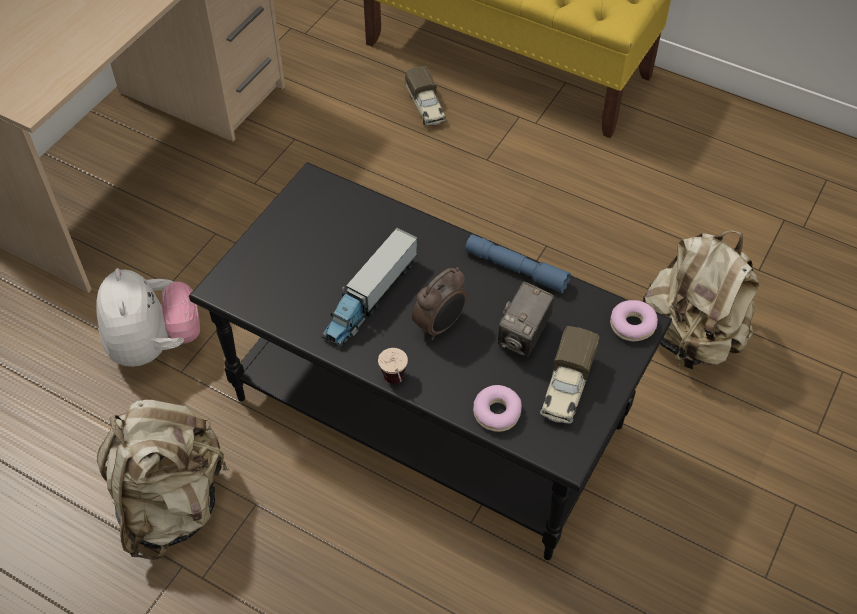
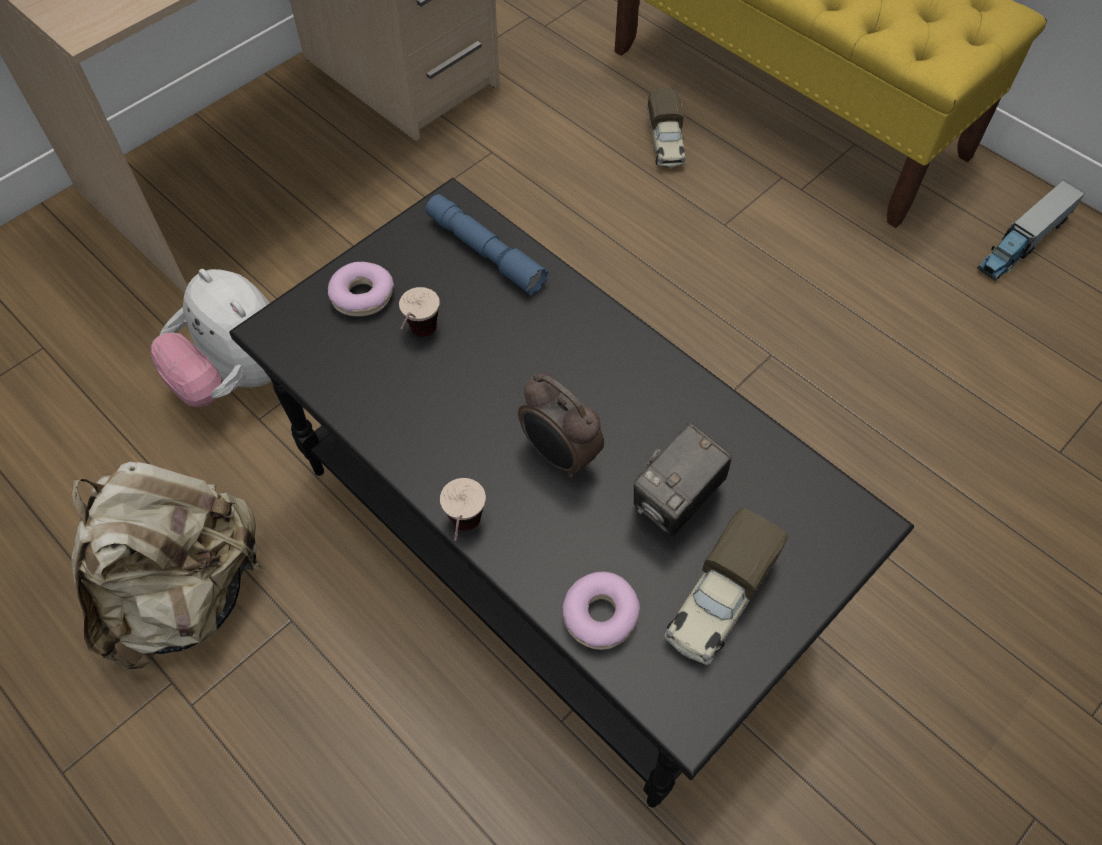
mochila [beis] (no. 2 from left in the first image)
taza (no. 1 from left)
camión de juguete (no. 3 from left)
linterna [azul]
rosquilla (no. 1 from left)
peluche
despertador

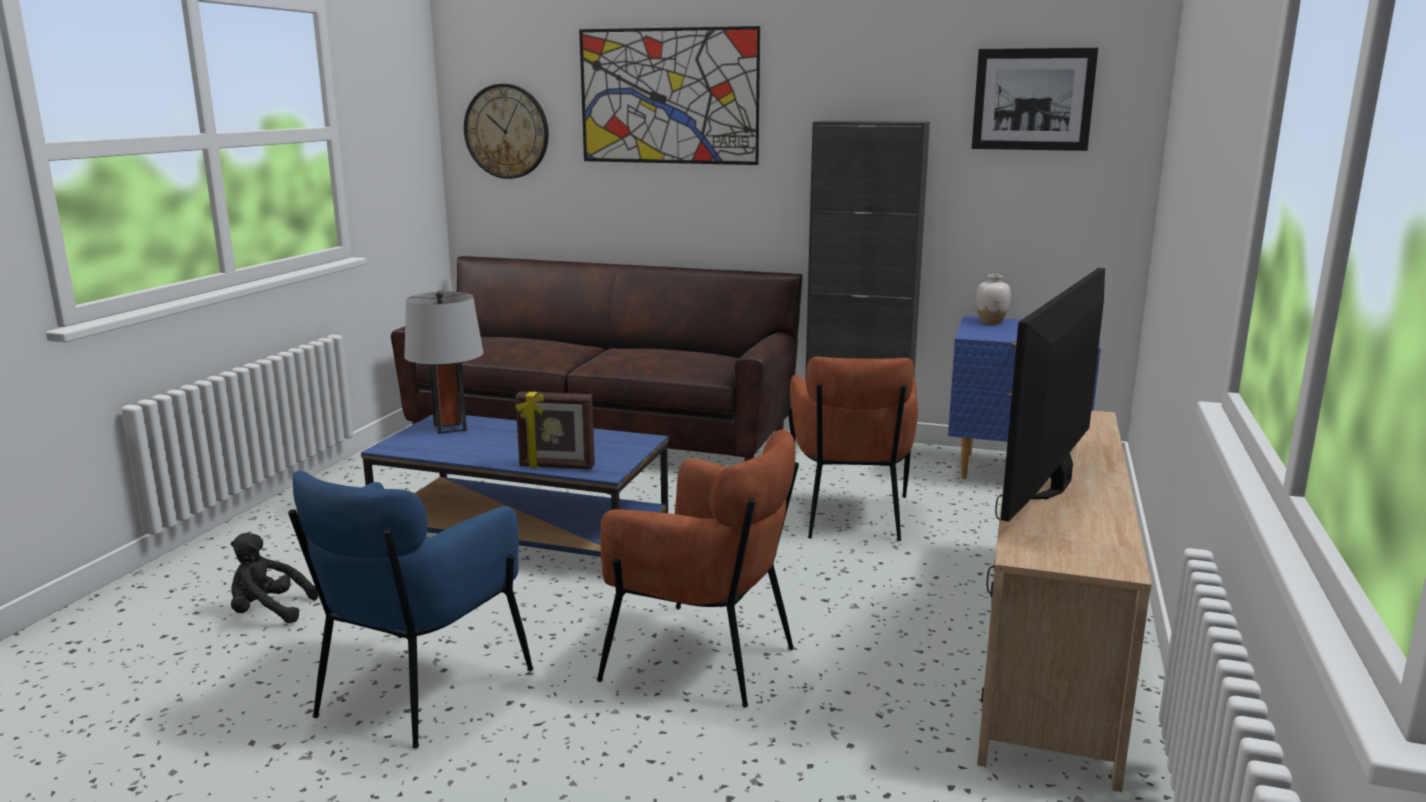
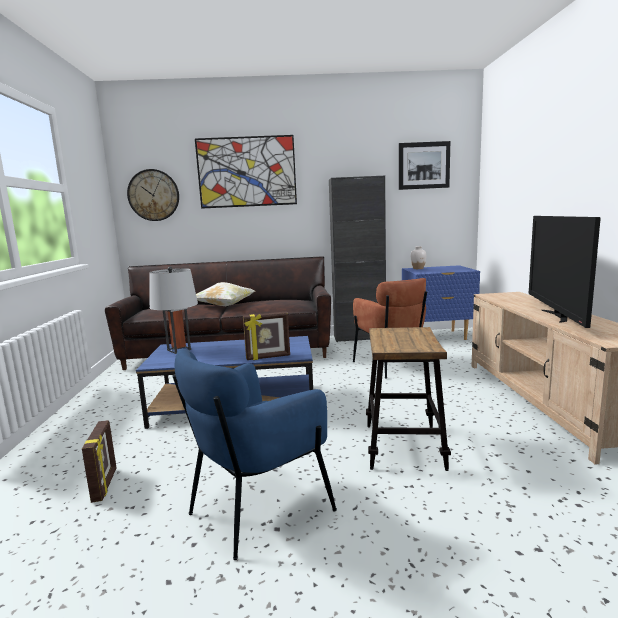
cojín
portarretratos (no. 1 from left)
taburete
sillón [azul]

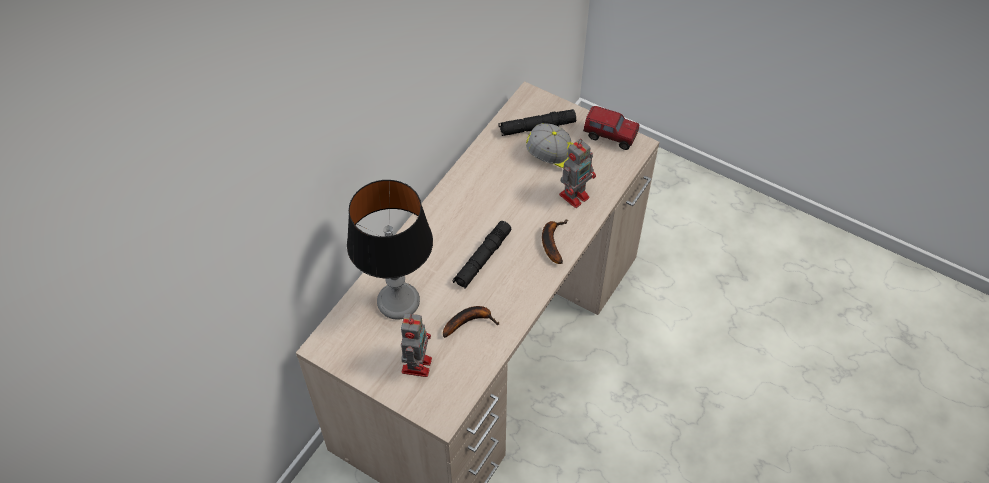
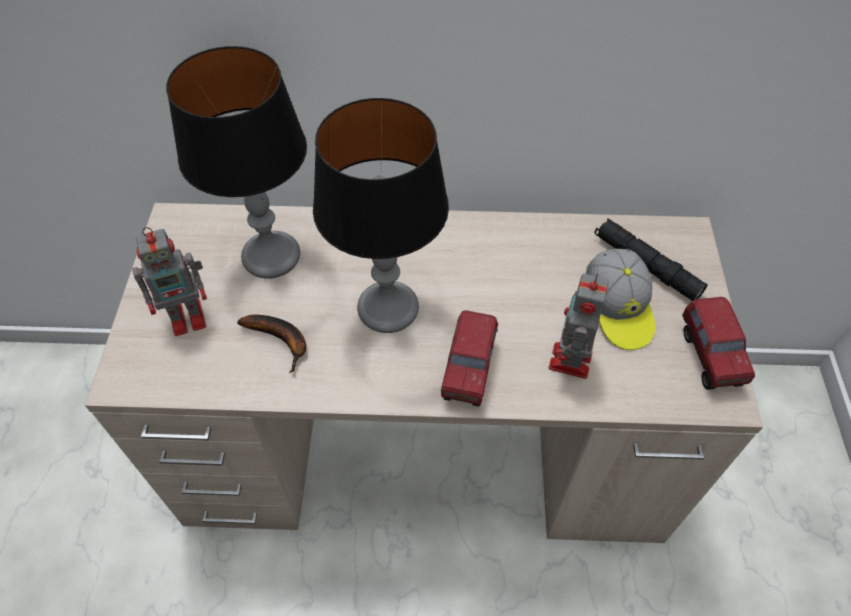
lámpara de mesa (no. 2 from left)
camión de juguete (no. 1 from left)
robot de juguete (no. 2 from left)

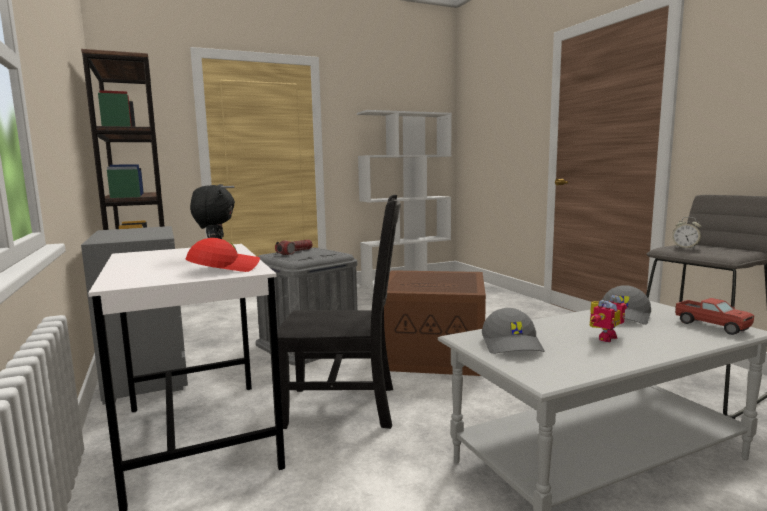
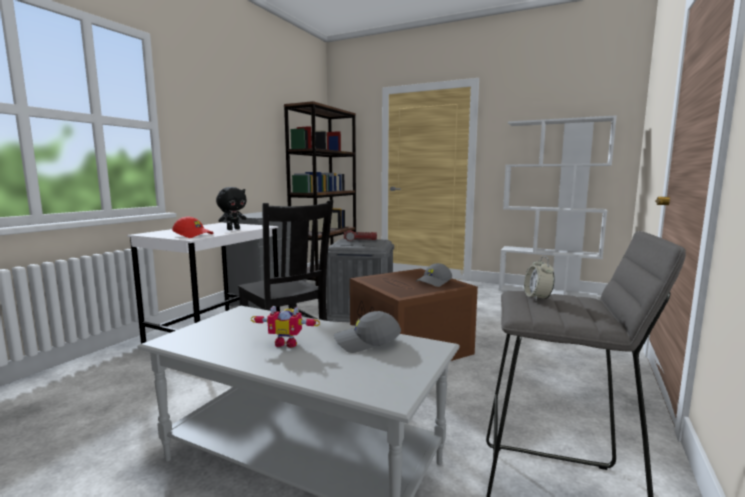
camión de juguete
gorra [gris] (no. 2 from left)

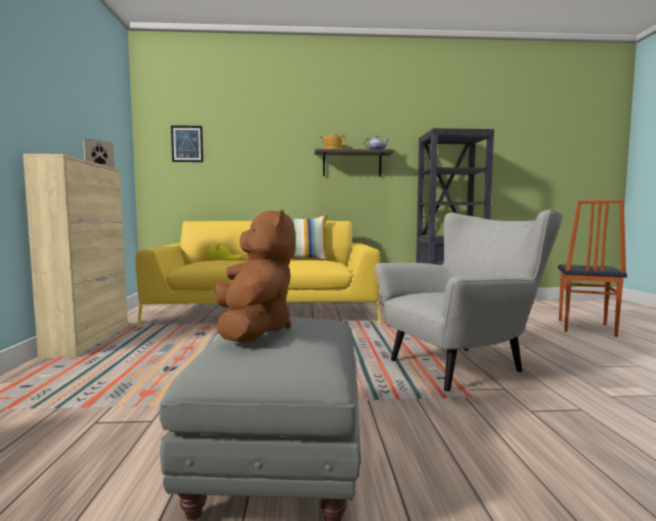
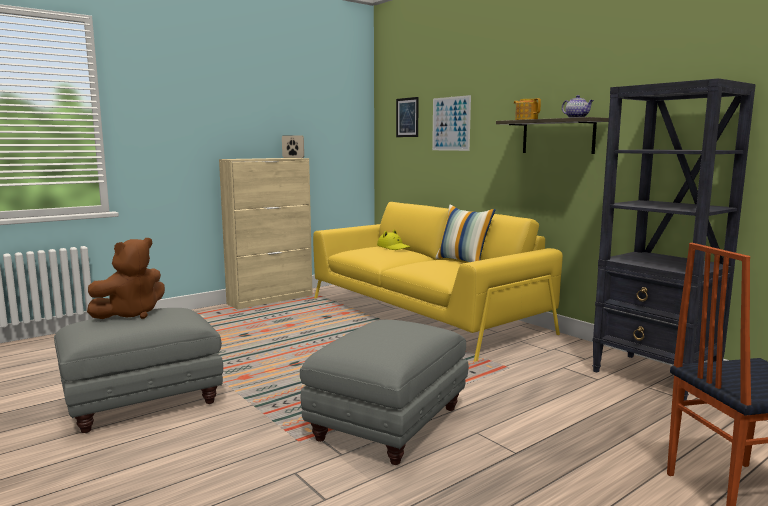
cuadro (no. 2 from left)
puf [gris] (no. 2 from left)

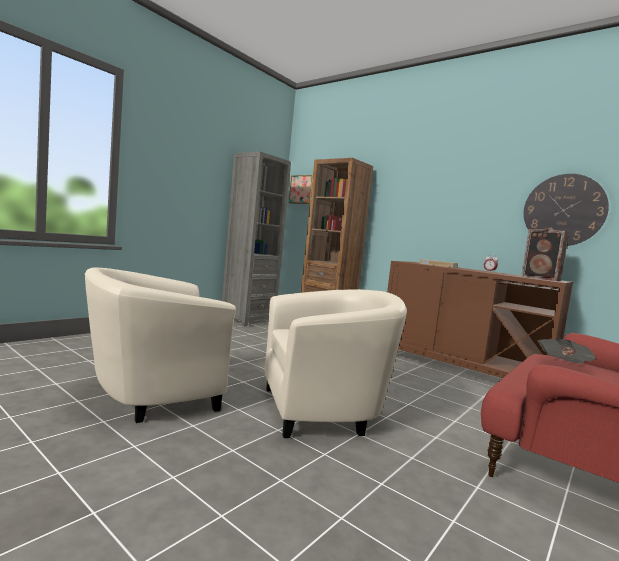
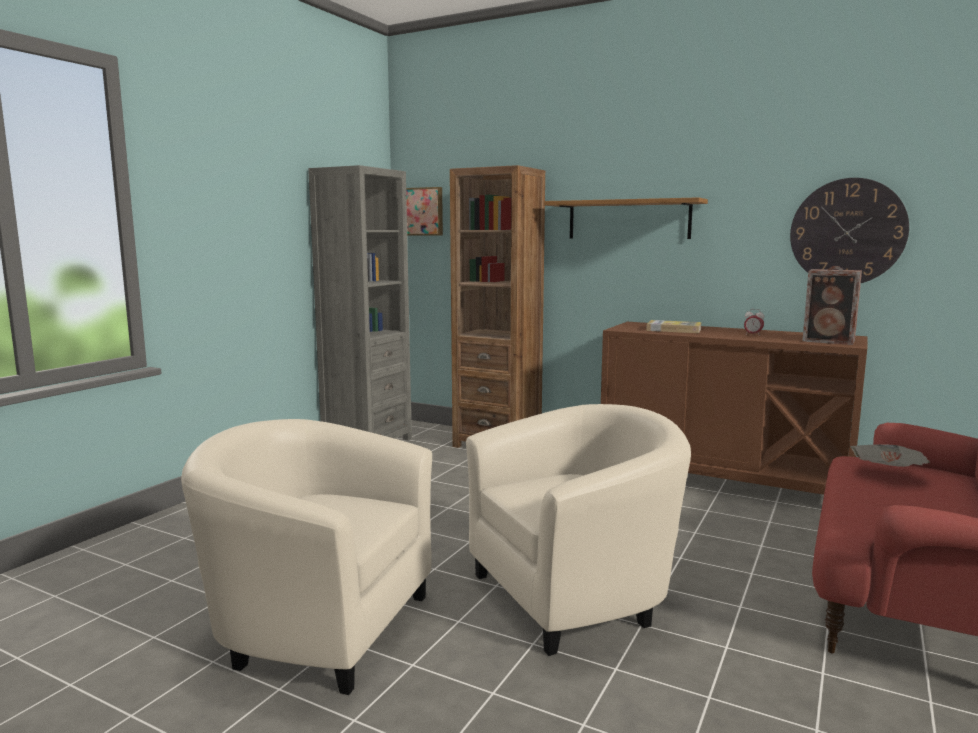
estante
sillón [beis] (no. 1 from left)

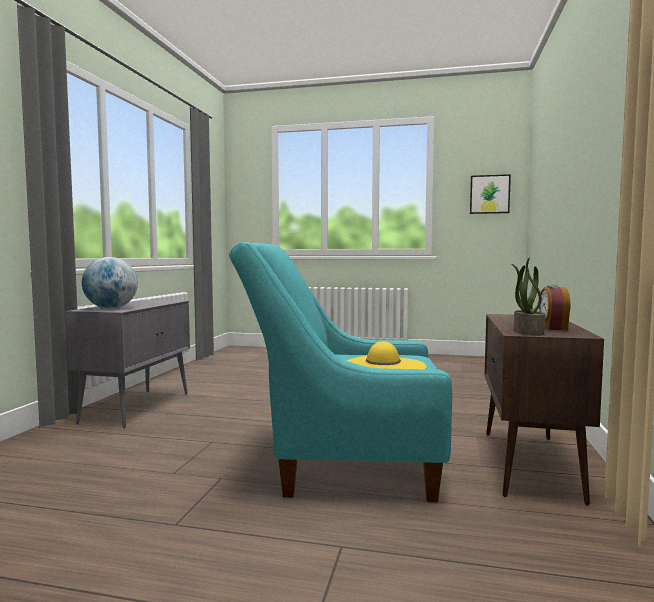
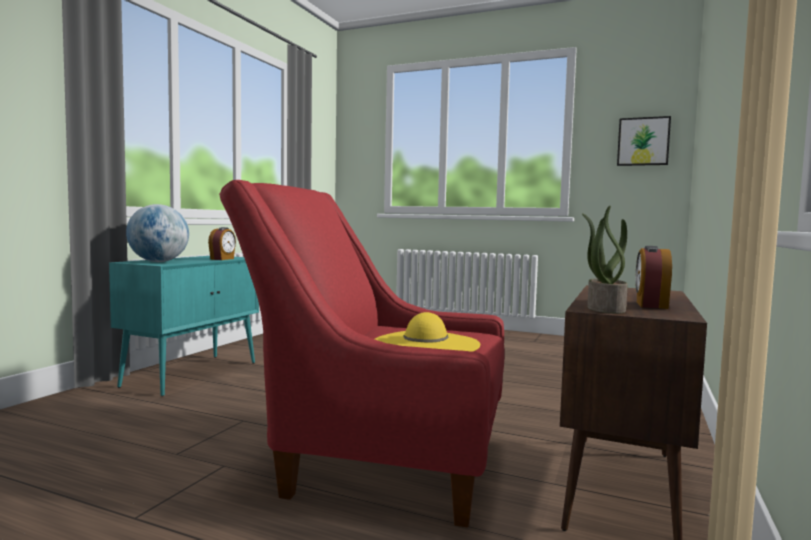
despertador (no. 1 from left)
armario [turquesa]
sillón [rojo]

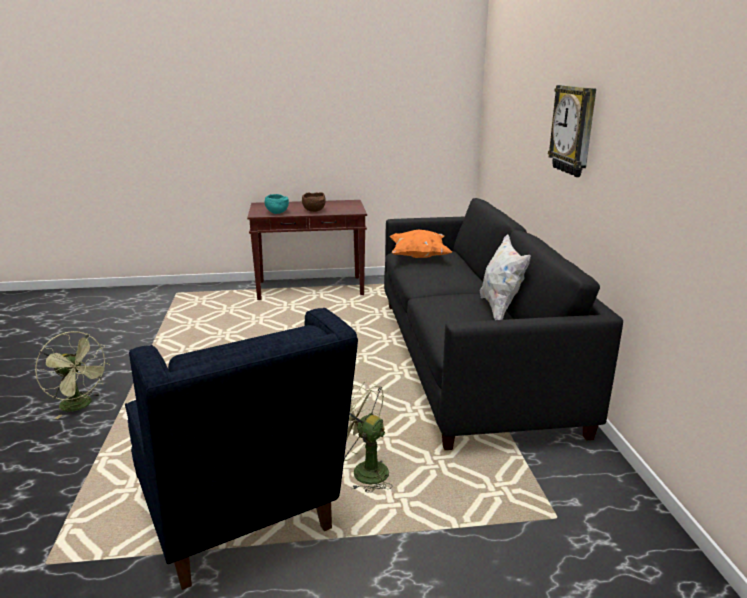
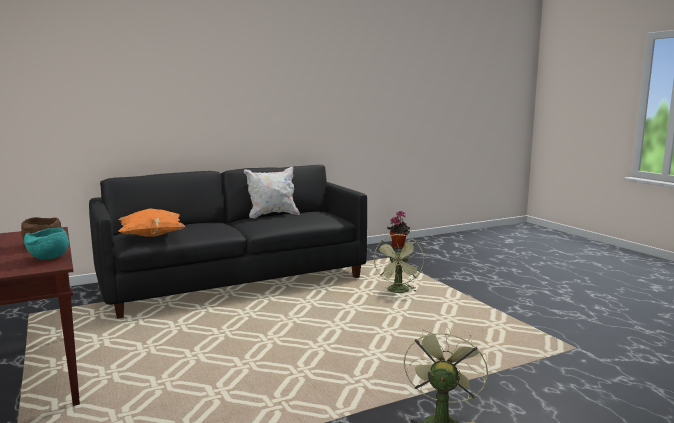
sillón [azul]
reloj de pared
planta en maceta

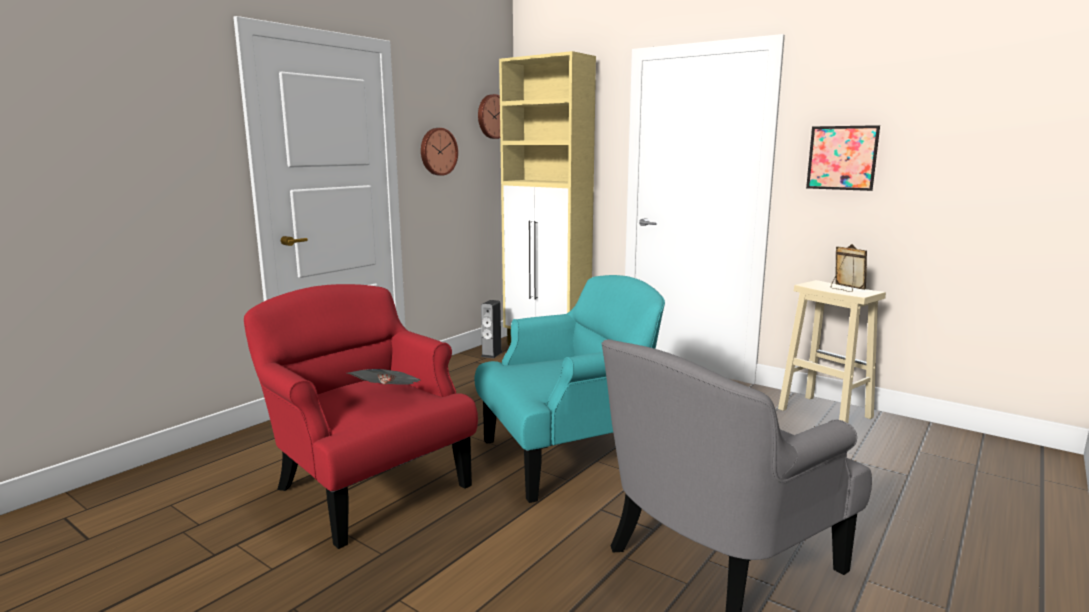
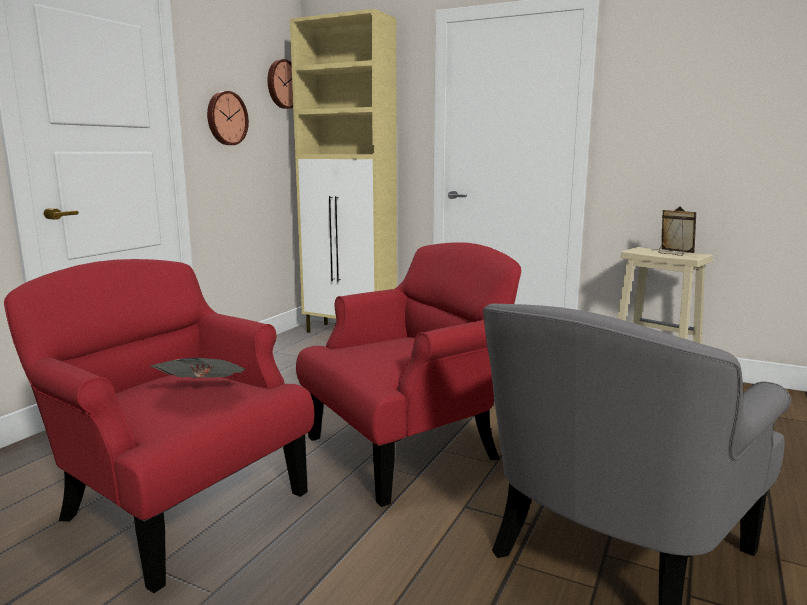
altavoz
cuadro
sillón [rojo] (no. 2 from left)

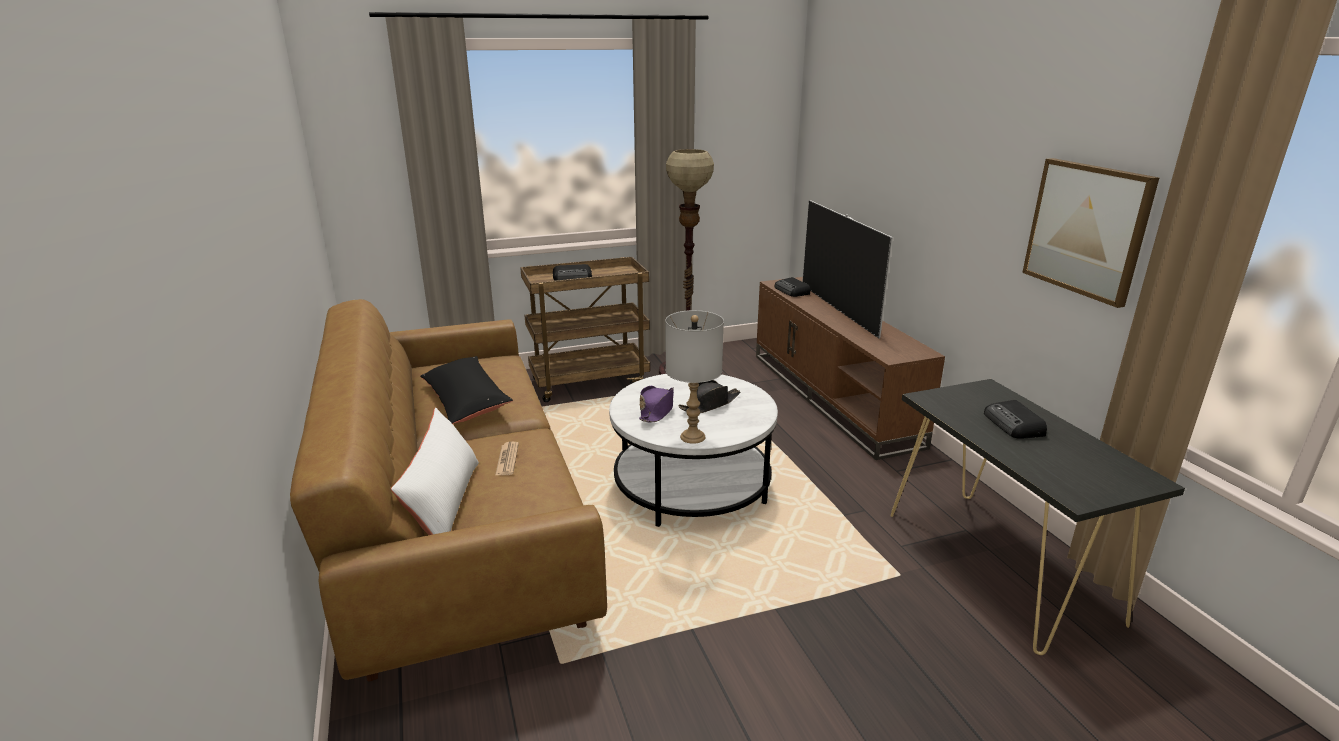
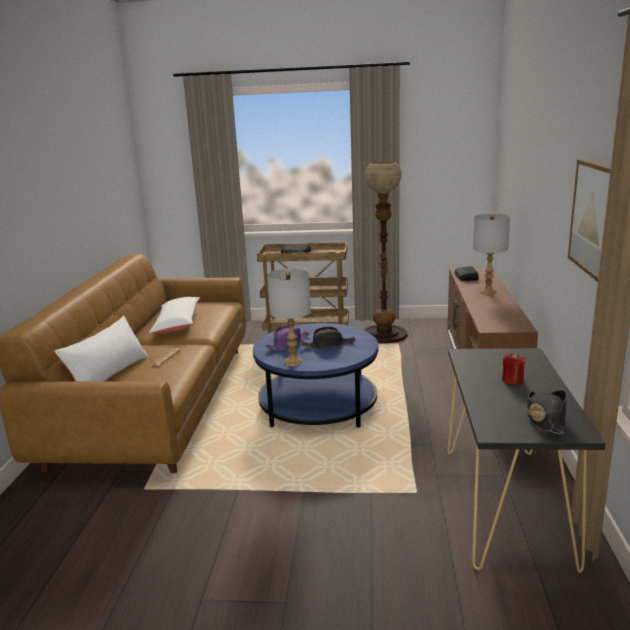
sombrero [negro] (no. 2 from left)
lámpara de mesa [gris] (no. 2 from left)
vela [rojo]
cojín [blanco] (no. 2 from left)
mesa de centro [azul]

